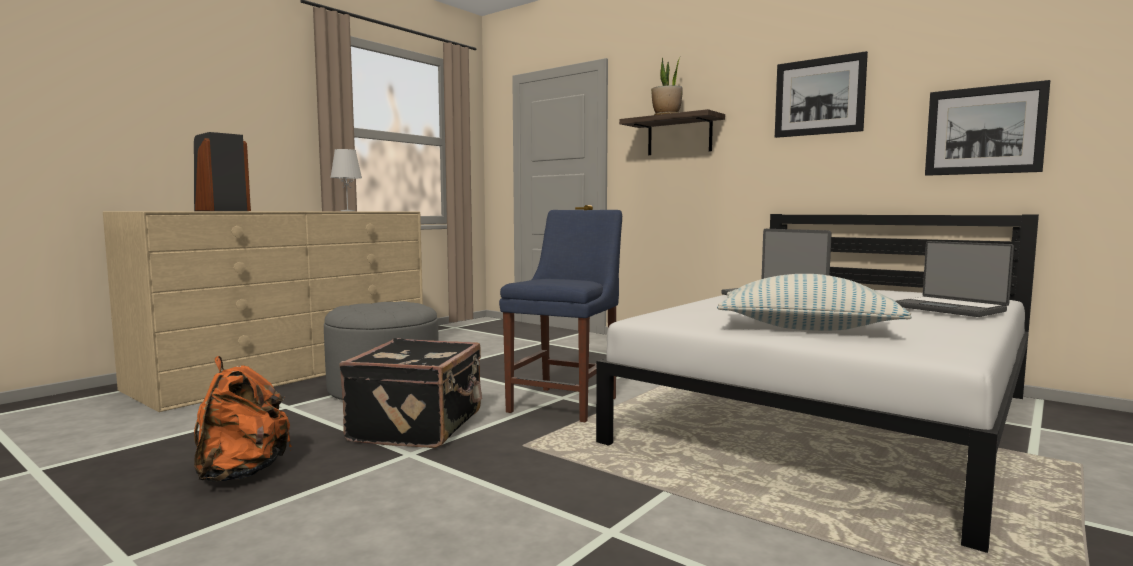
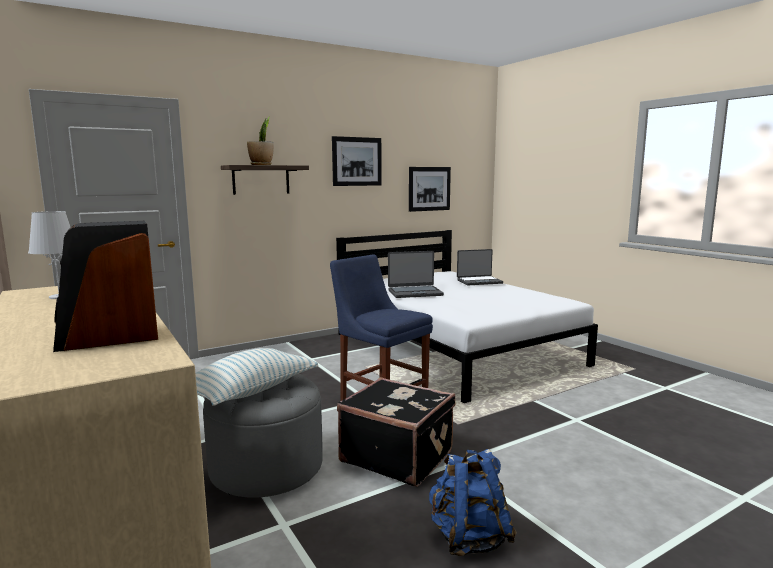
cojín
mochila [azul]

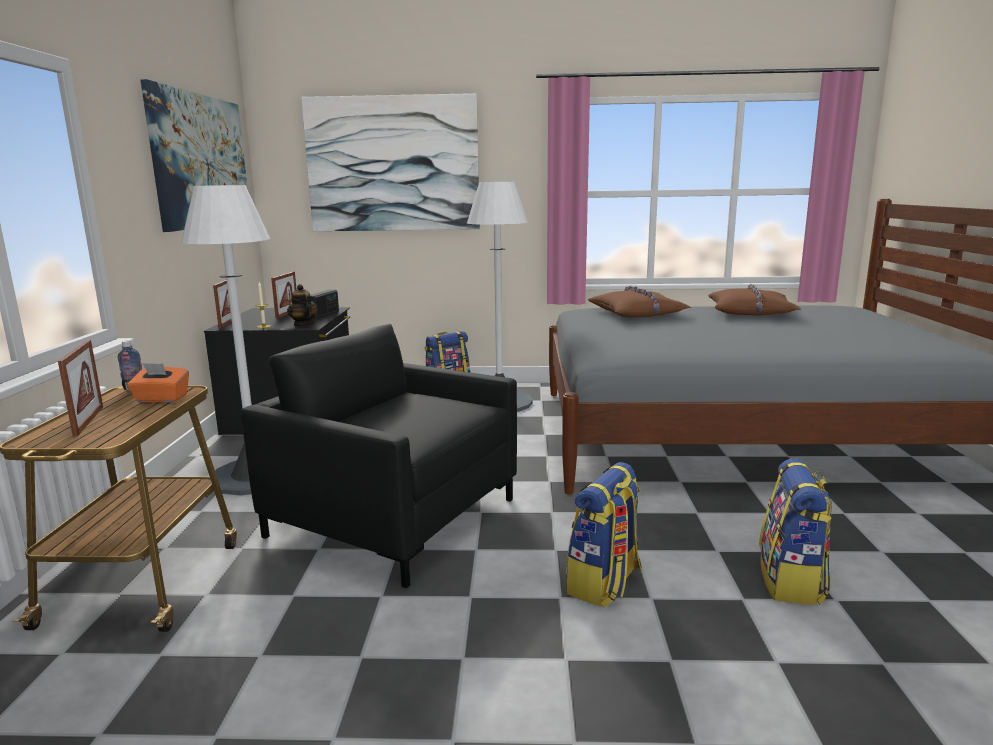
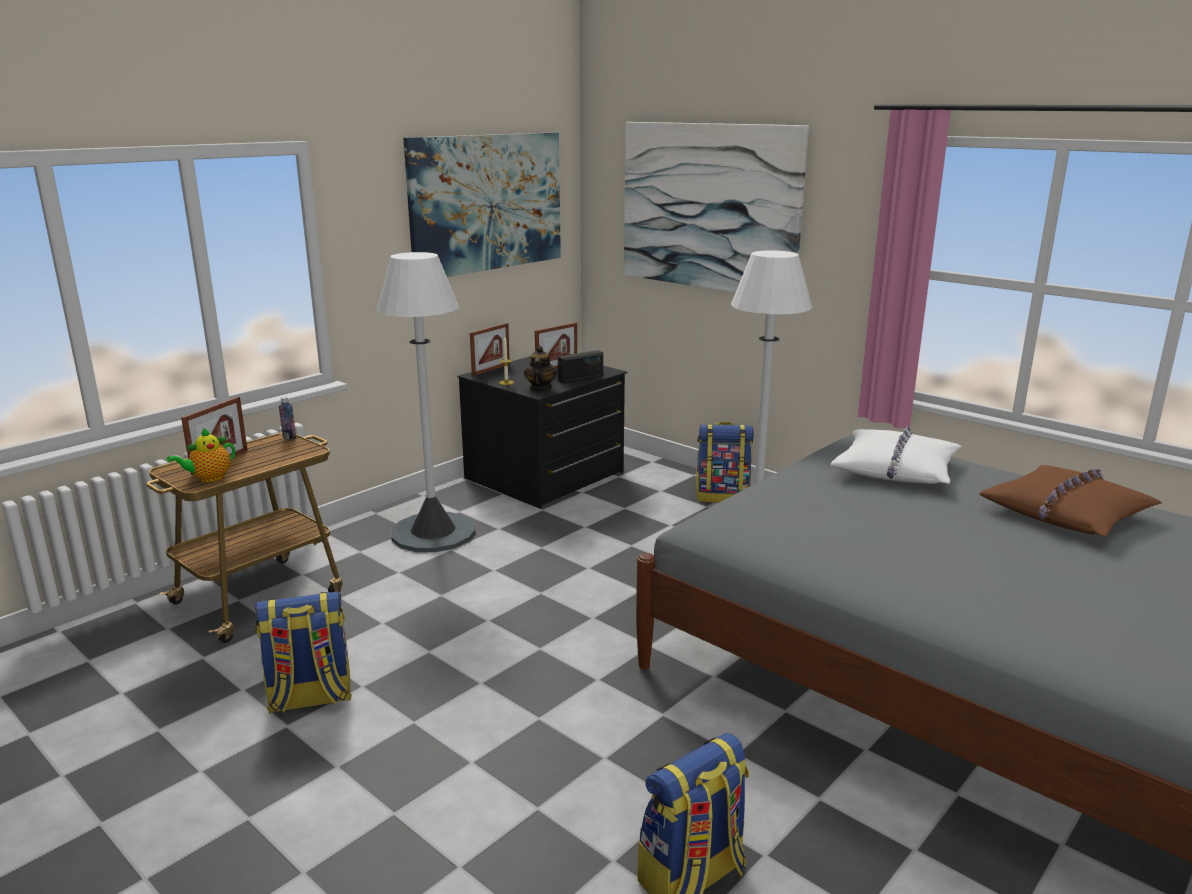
caja de pañuelos [naranja]
sillón [negro]
tetera (no. 1 from left)
mochila (no. 1 from left)
cojín [blanco]

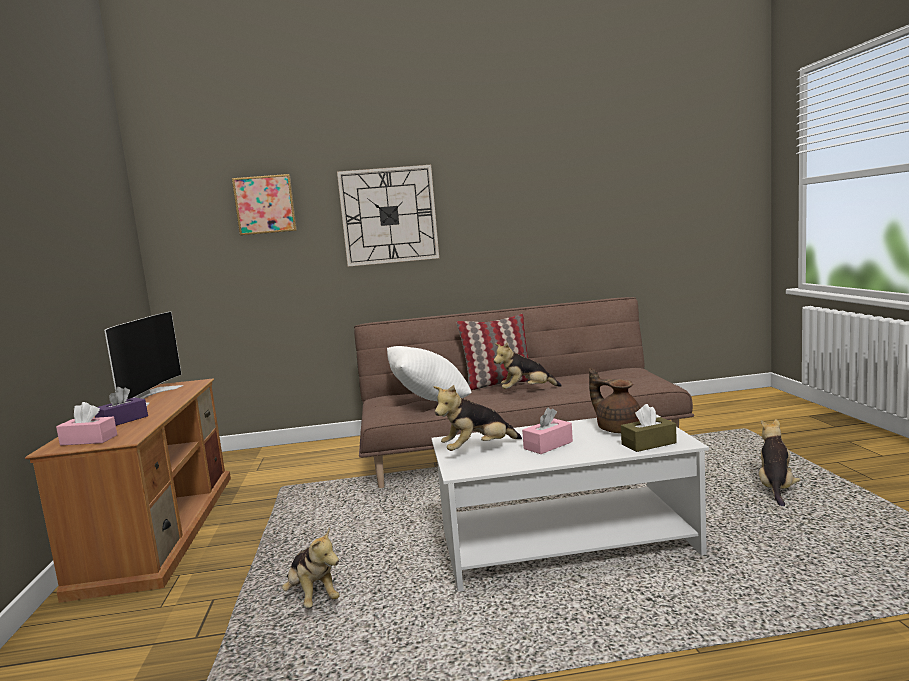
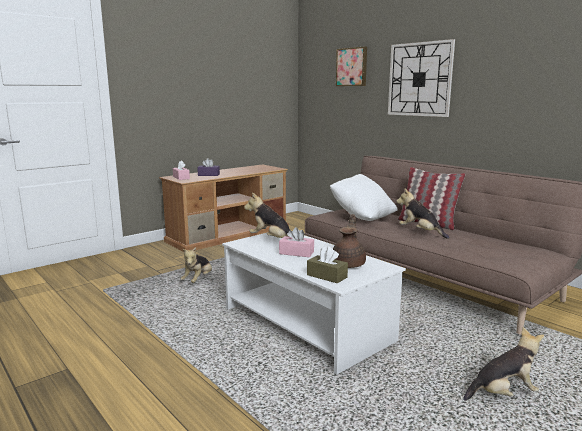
televisor

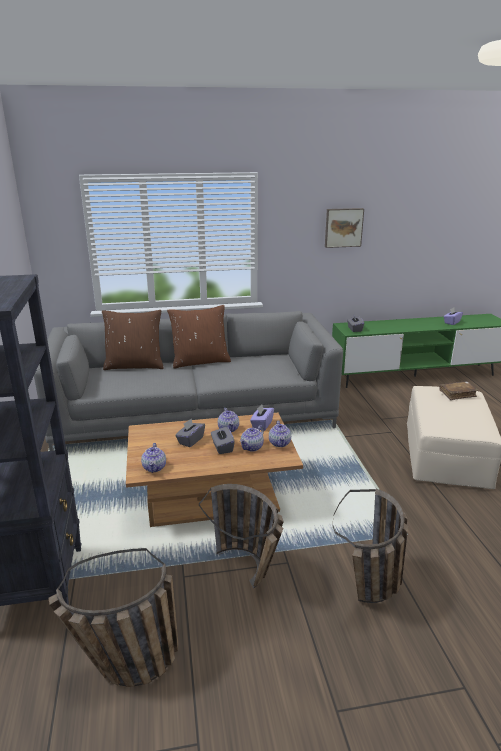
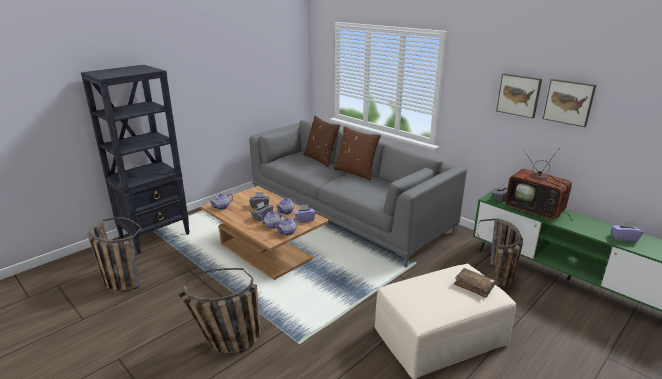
televisor
cuadro (no. 2 from left)
cesta (no. 3 from left)

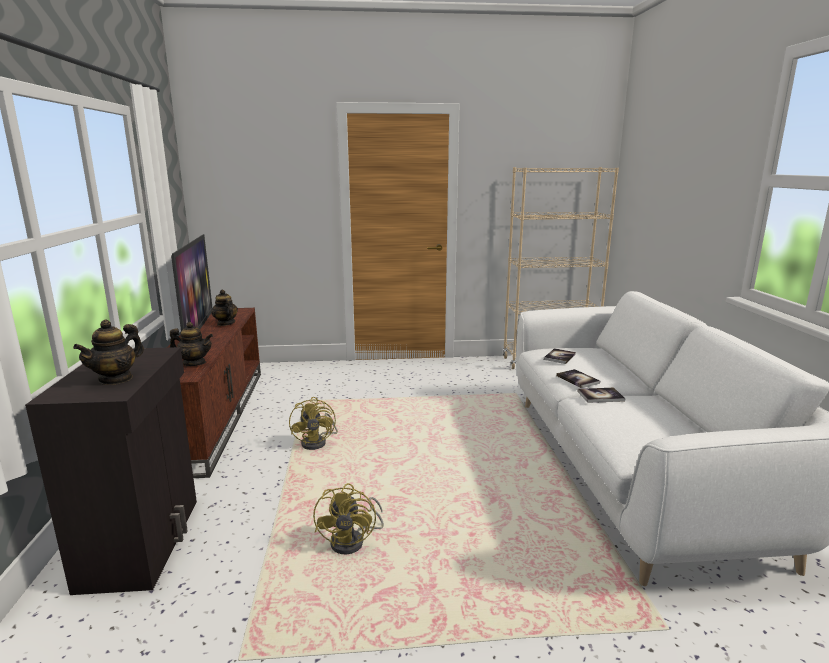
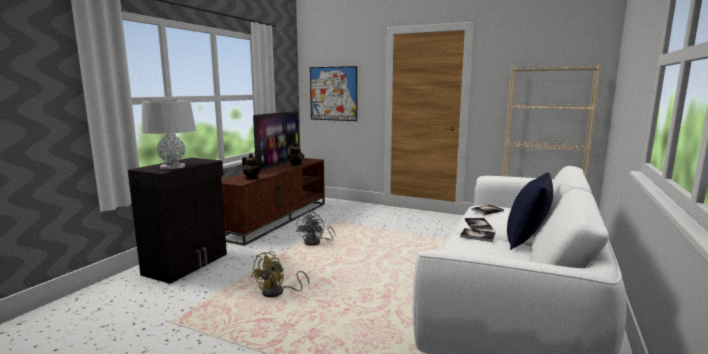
cuadro
cojín [azul]
lámpara de mesa [gris]
ventilador [gris]

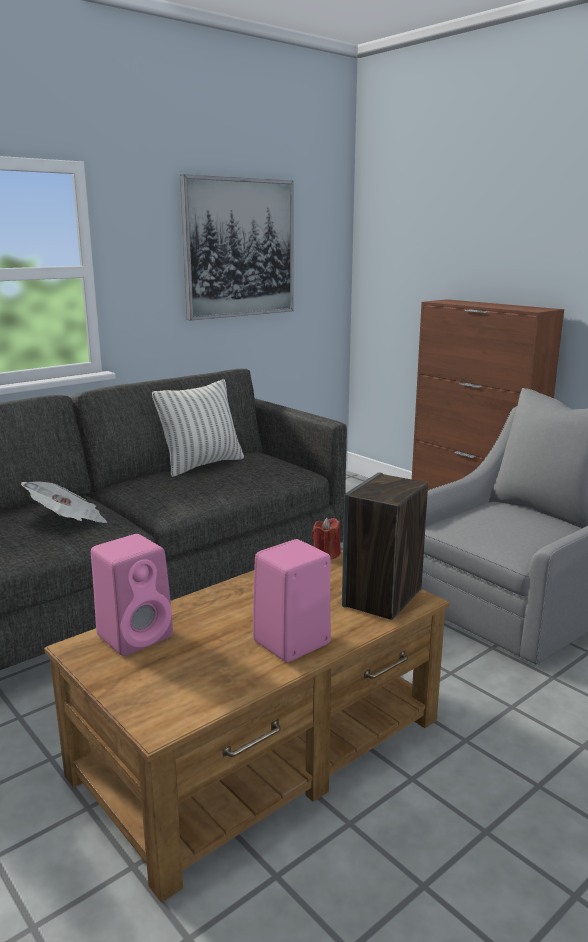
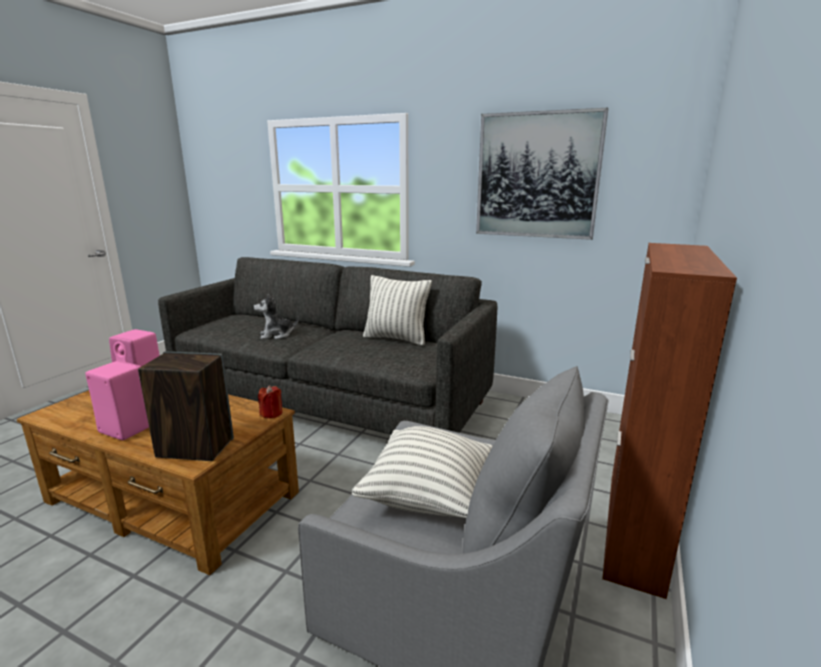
cojín (no. 2 from left)
peluche

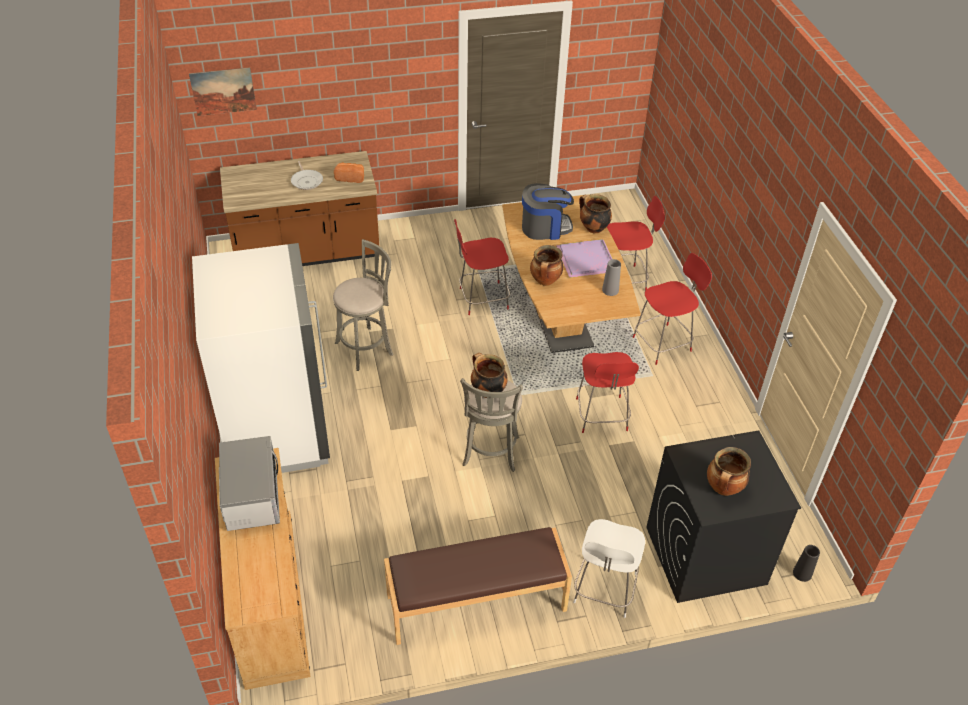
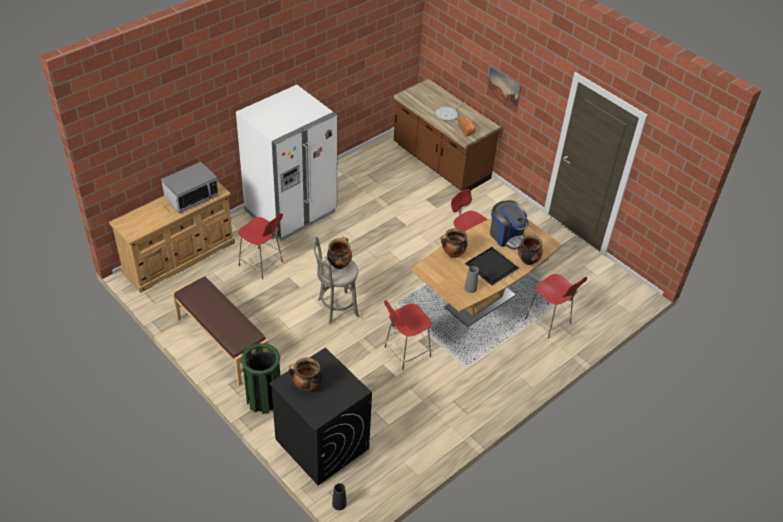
taburete [gris] (no. 1 from left in the first image)
cuadro
silla [rojo] (no. 1 from left)
papelera [verde]
bandeja [negro]

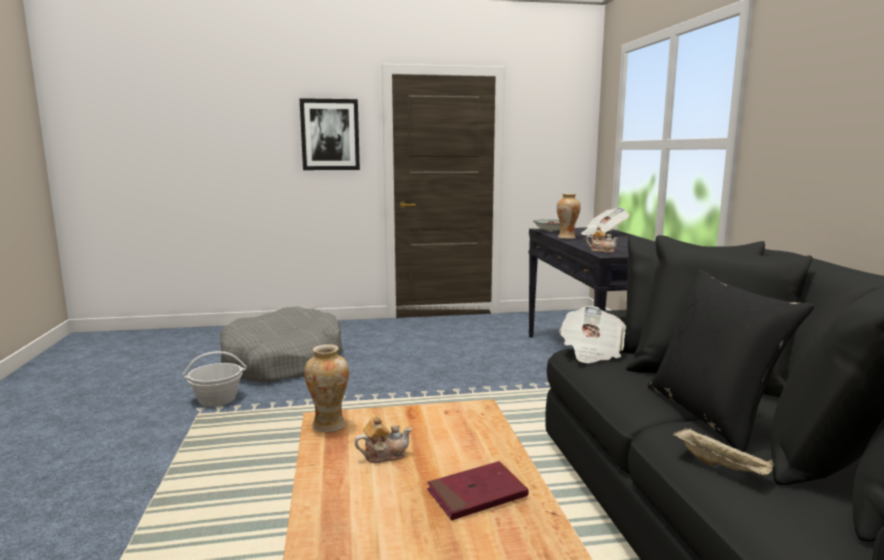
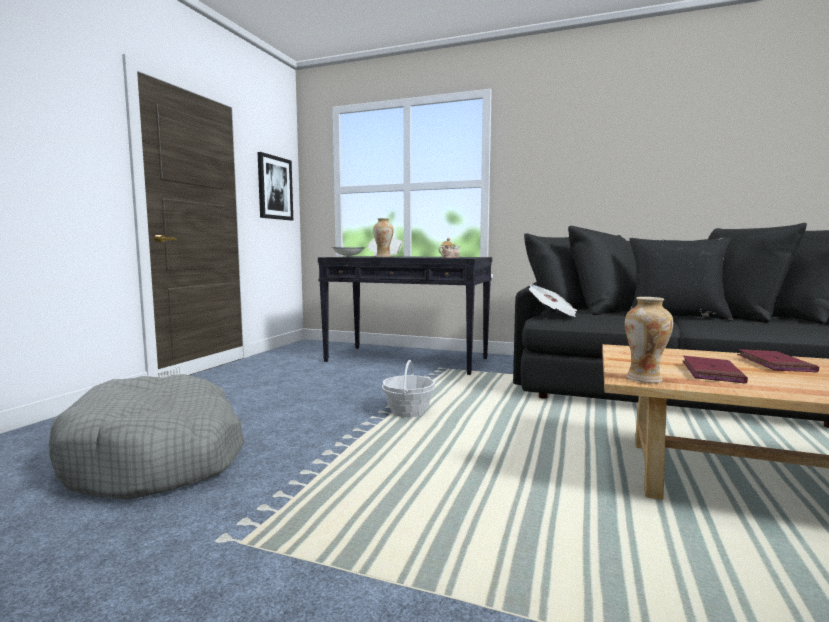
bandeja [beis]
cesta
cuadro
libro [rojo] (no. 1 from left)

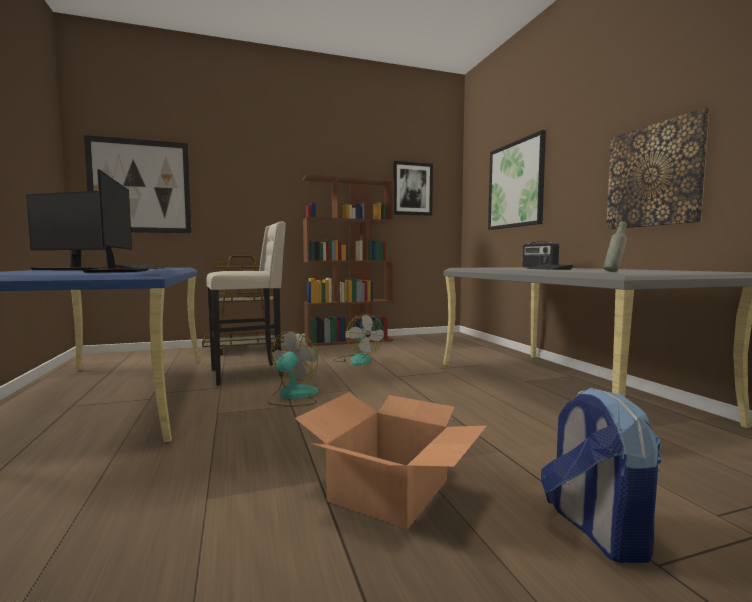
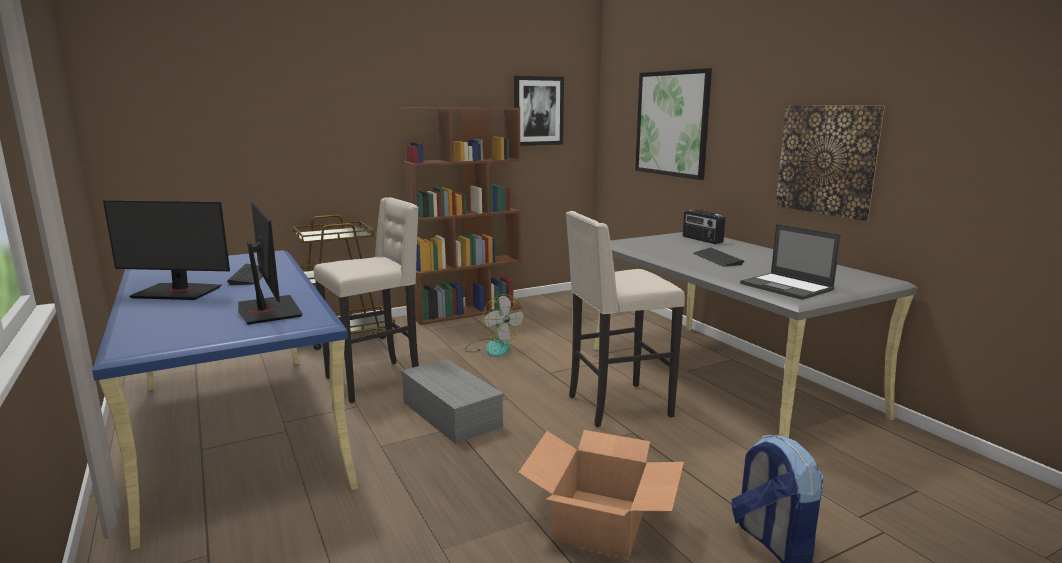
cuadro (no. 1 from left in the first image)
taburete [beis] (no. 2 from left)
caja de almacenaje [gris]
portátil

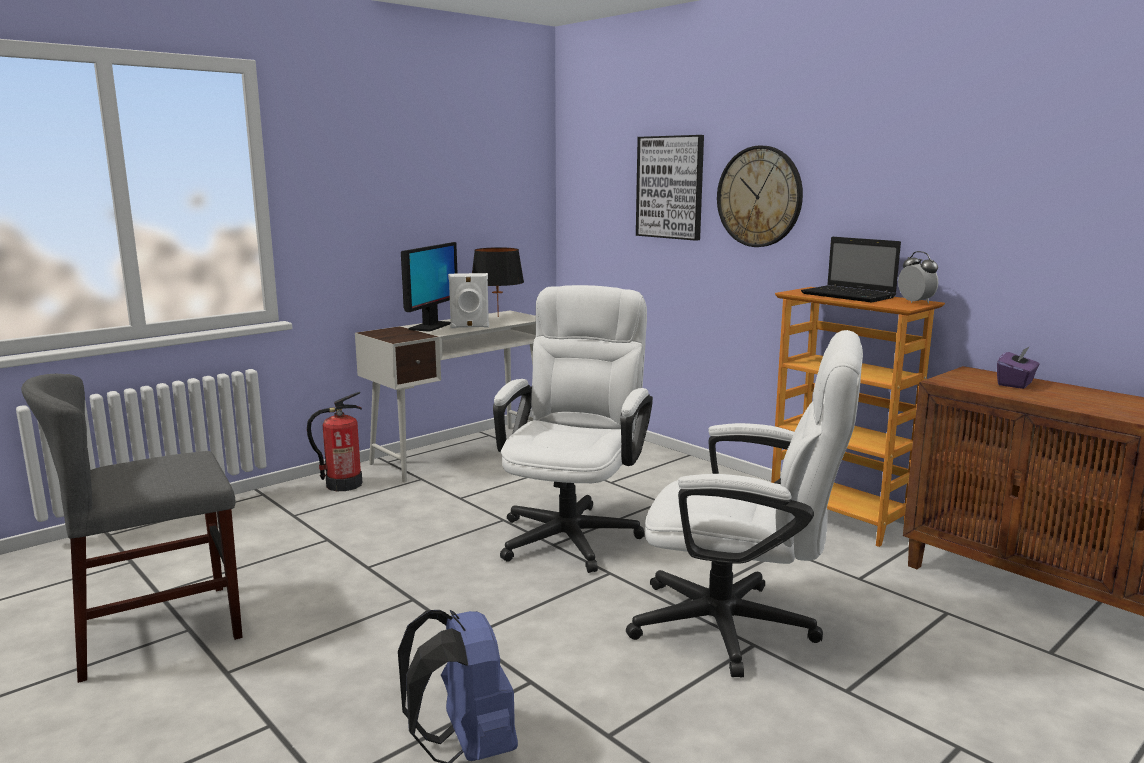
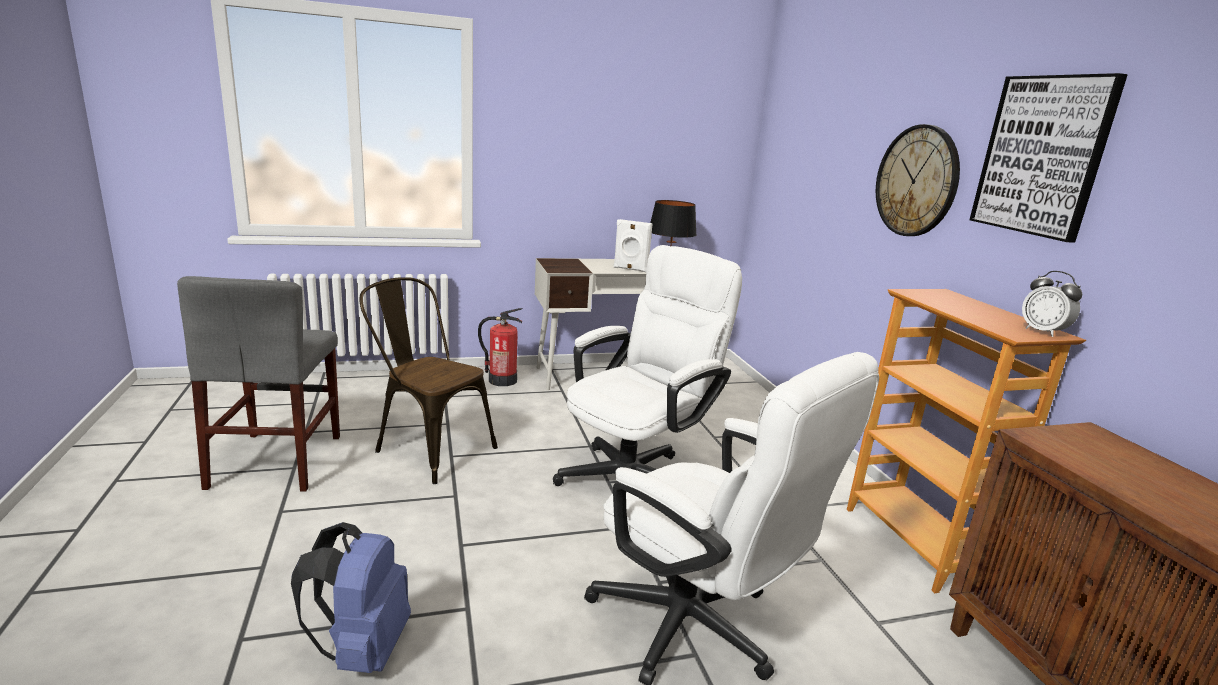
monitor
portátil
caja de pañuelos [morado]
silla [marrón]
cuadro
silla [gris]
despertador

